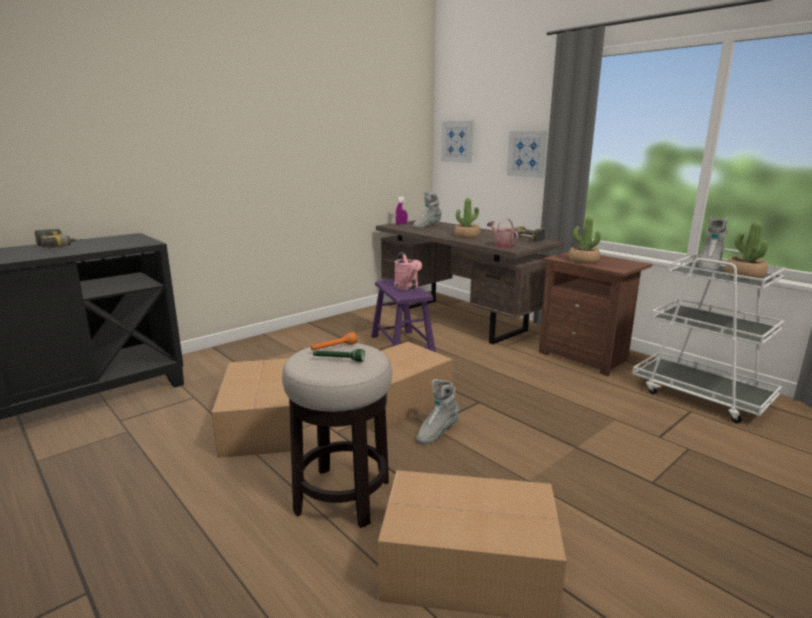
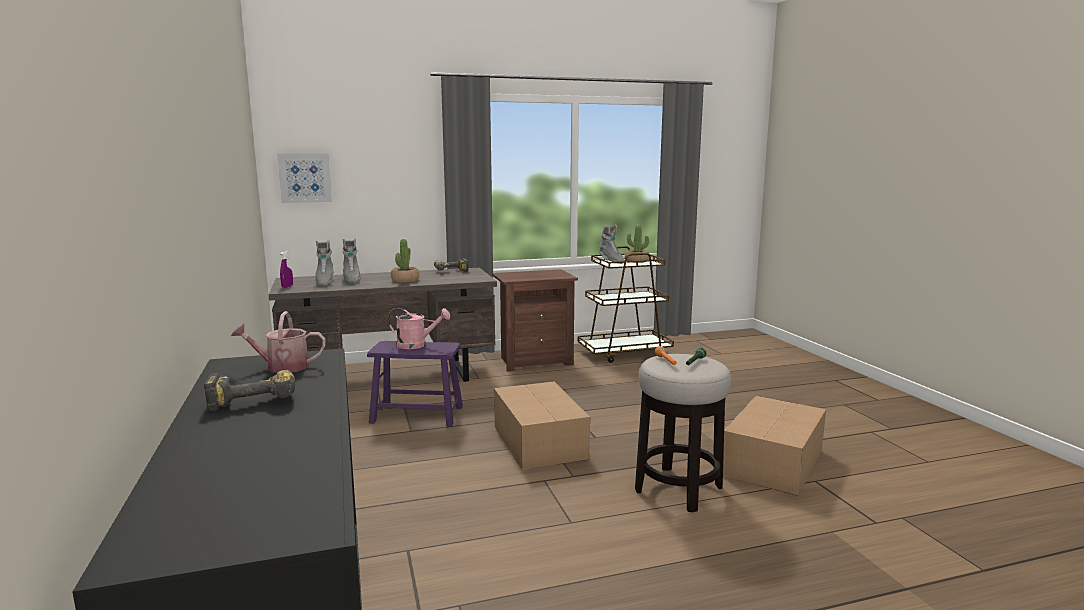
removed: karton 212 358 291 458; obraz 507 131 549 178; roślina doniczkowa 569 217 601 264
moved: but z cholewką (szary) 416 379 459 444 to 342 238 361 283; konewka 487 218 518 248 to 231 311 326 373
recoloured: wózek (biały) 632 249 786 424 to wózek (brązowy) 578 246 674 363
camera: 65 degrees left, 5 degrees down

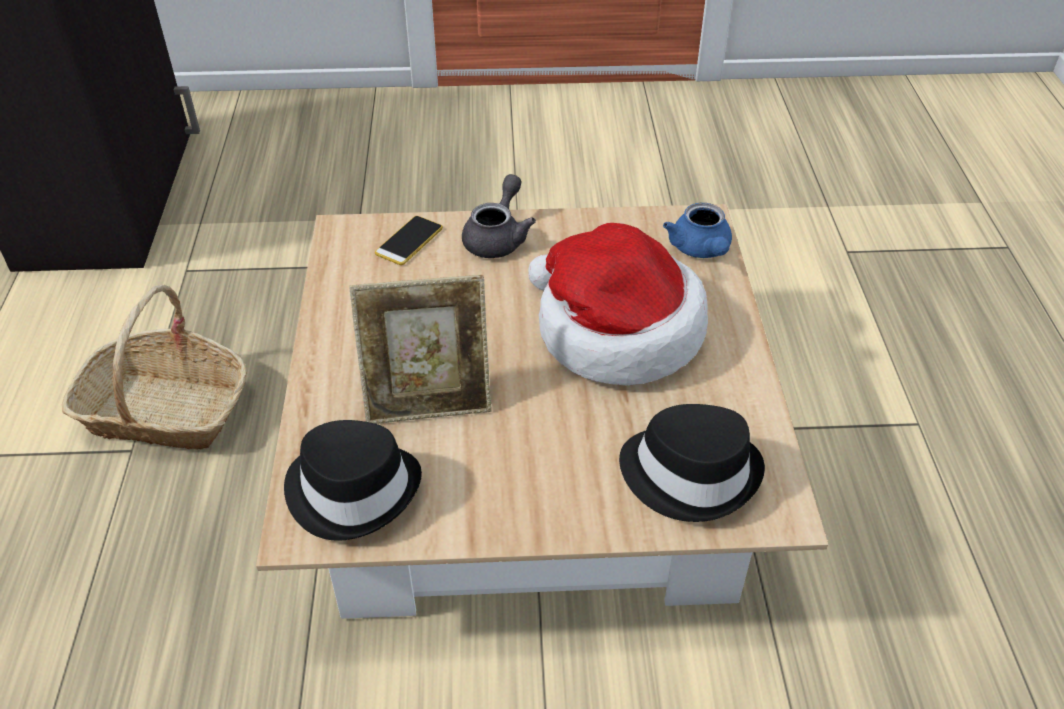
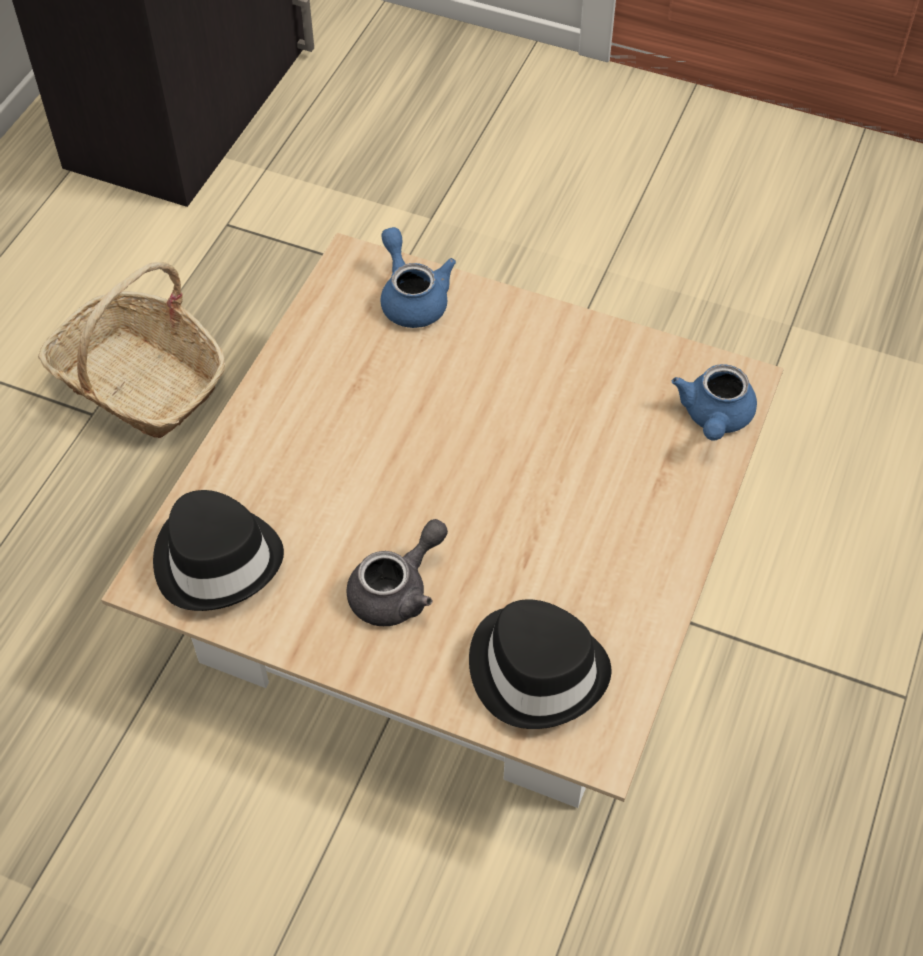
removed: ramka na zdjęcie 349 275 492 424; kapelusz 528 223 708 386
moved: imbryk (szary) 462 174 536 258 to 347 519 448 626
replaced: telefon 375 216 443 265 to imbryk (niebieski) 380 227 456 328
camera: 25 degrees right, 10 degrees up

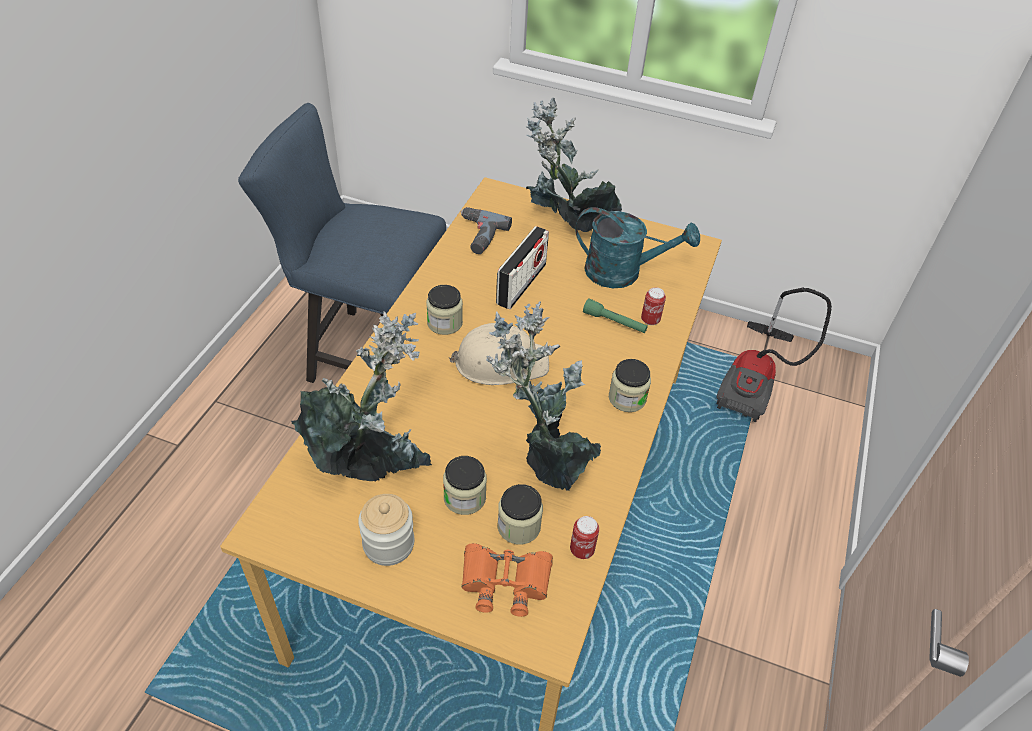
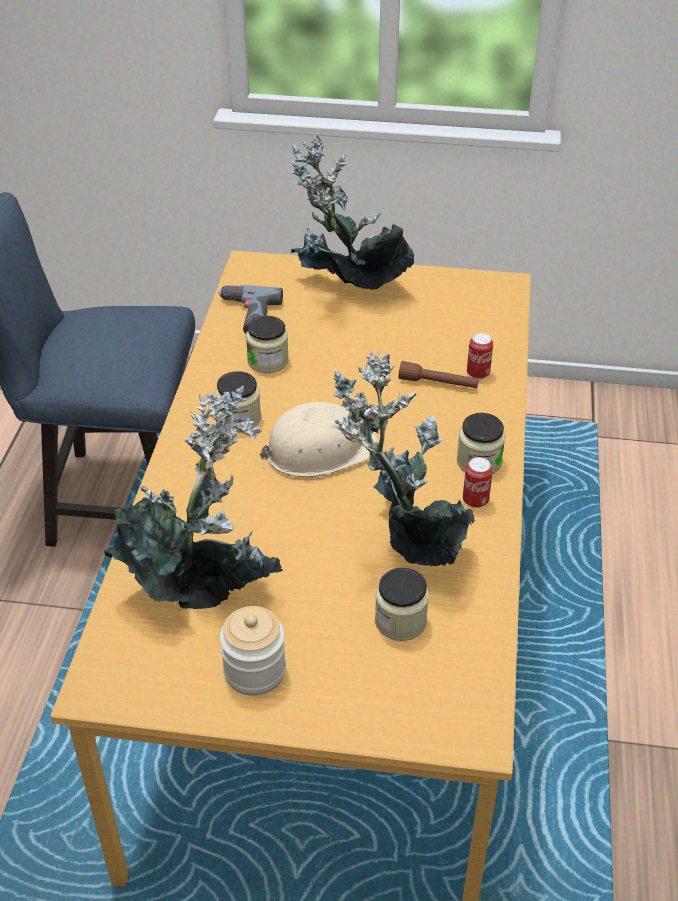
removed: lornetka (pomarańczowy) 462 543 553 617; radio 496 226 549 309; konewka (turkusowy) 575 207 700 288; odkurzacz 717 288 832 422
moved: słoik 443 456 487 515 to 246 316 289 373; puszka 570 516 599 559 to 463 457 493 508
recoloured: latarka (zielony) 583 298 648 333 to latarka (brązowy) 399 361 479 388
camera: 10 degrees left, 5 degrees down

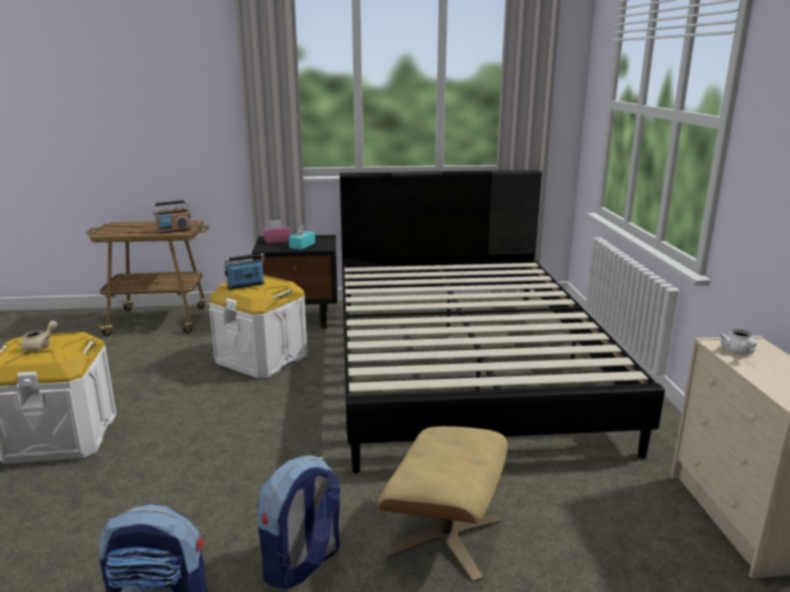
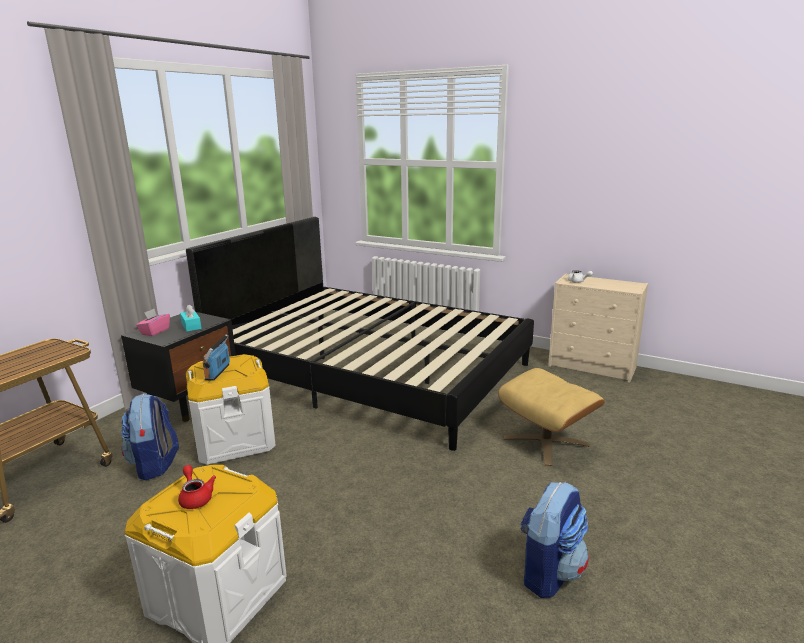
removed: radio 152 200 191 234
moved: plecak 257 455 341 590 to 121 393 179 480
recoloured: imbryk (beżowy) 21 321 58 351 to imbryk (czerwony) 178 465 216 509
camera: 55 degrees left, 0 degrees up

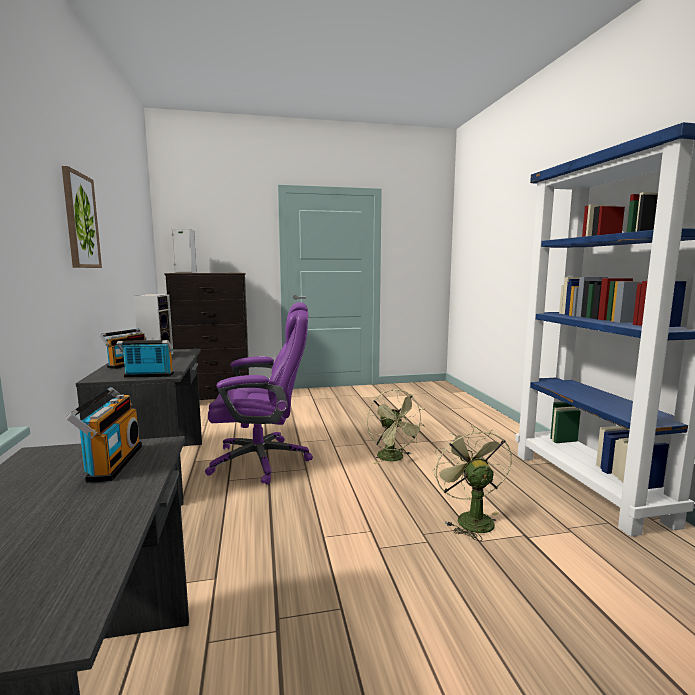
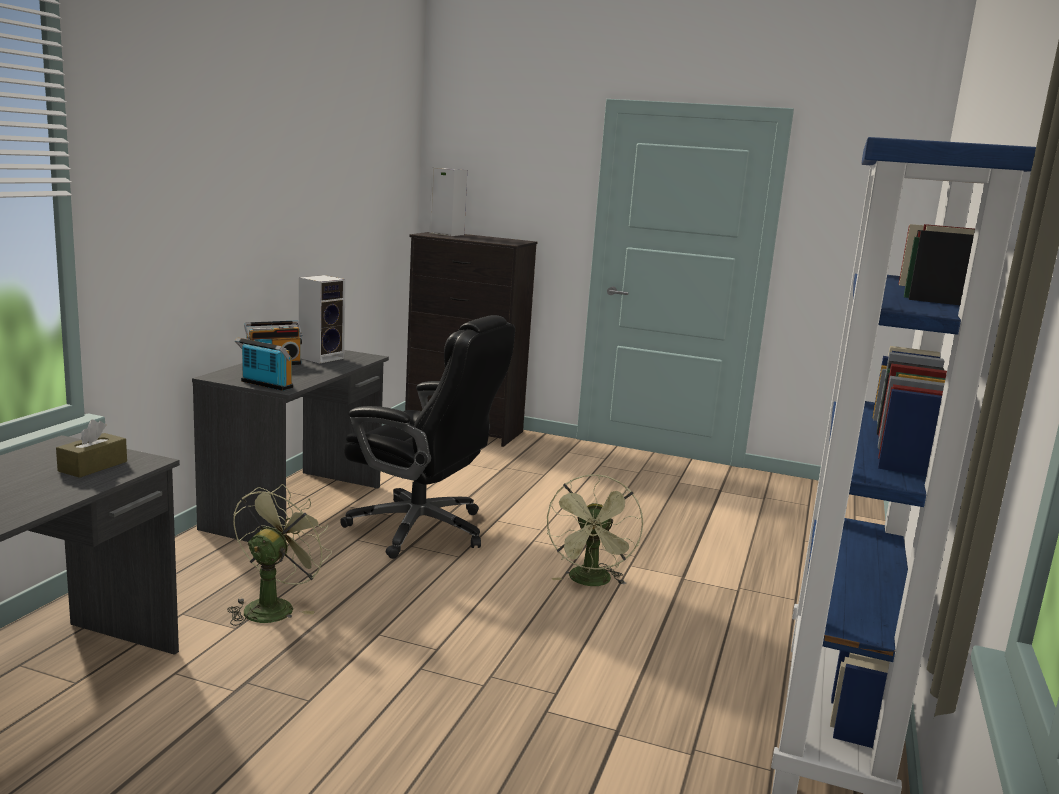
removed: obraz 62 166 102 268
moved: wentylator (zielony) 433 425 512 541 to 227 484 332 626
replaced: radio 66 387 142 483 to pudełko chusteczek (brązowy) 56 420 127 478
recoloured: krzesło biurowe (fioletowy) 205 302 313 484 to krzesło biurowe (czarny) 340 315 515 559
camera: 30 degrees right, 5 degrees up

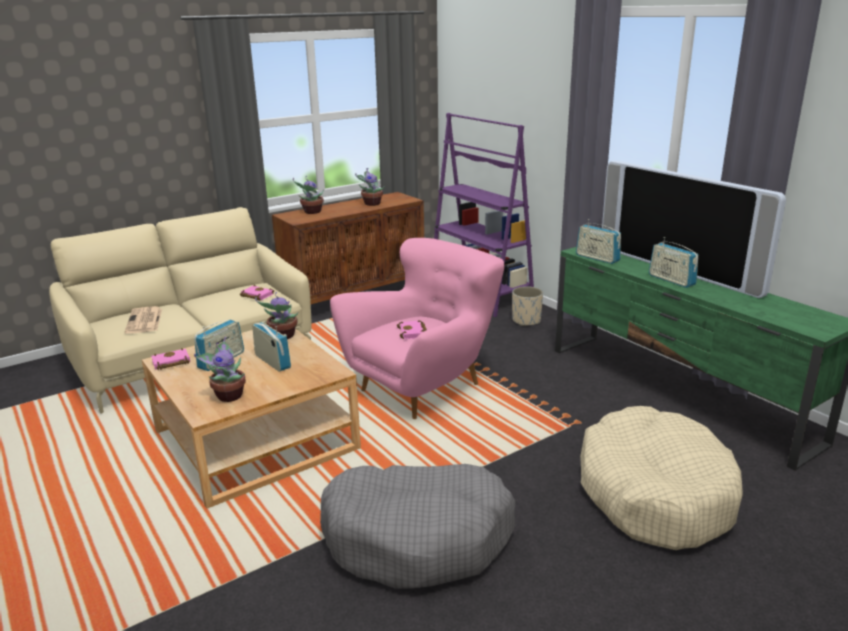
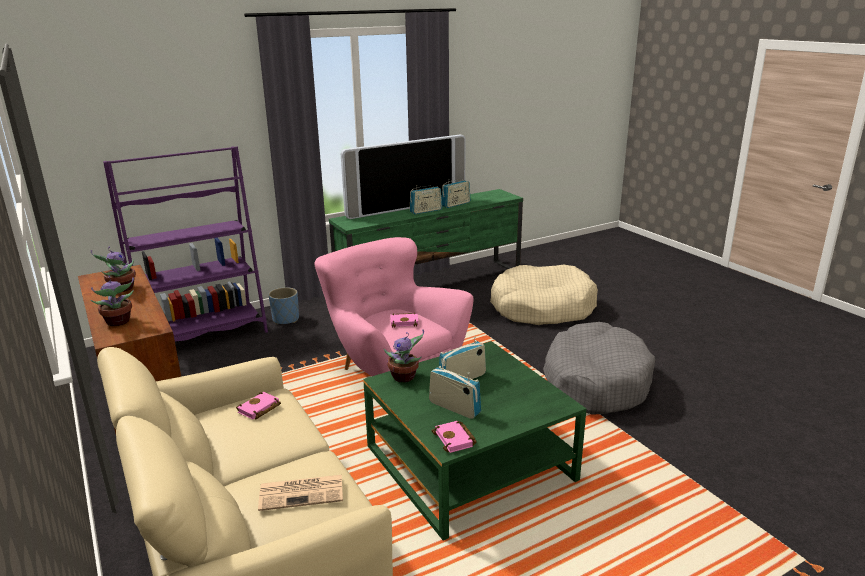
removed: roślina doniczkowa 194 337 246 402
moved: radio 576 219 621 264 to 442 180 470 208
recoloured: ława (beżowy) 142 329 361 509 to ława (zielony) 363 341 586 541; donica (beżowy) 512 286 543 326 to donica (niebieski) 269 287 299 324
camera: 85 degrees left, 0 degrees up

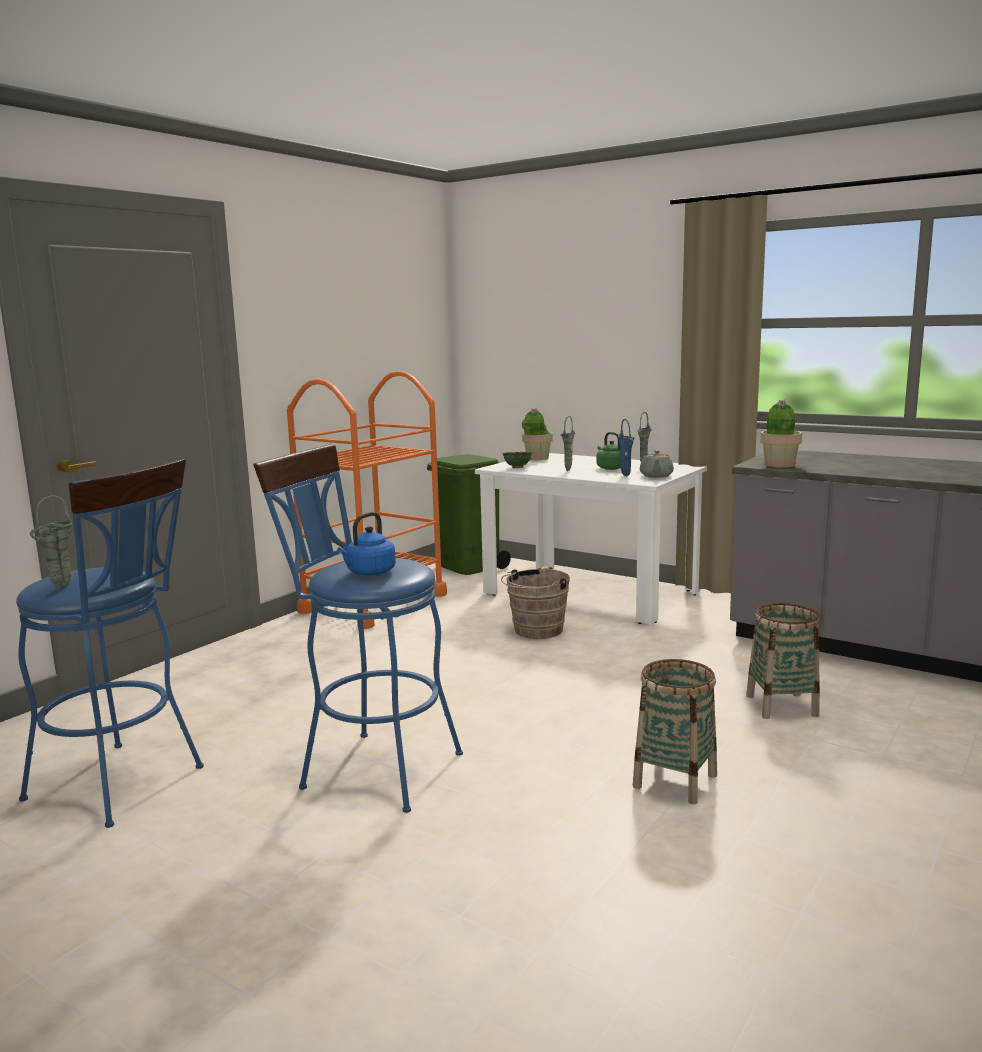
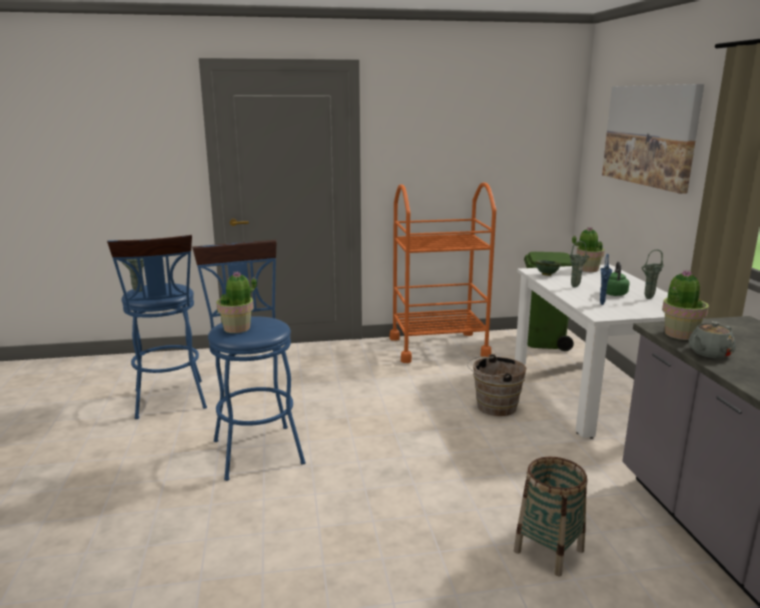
removed: koszyk 633 659 717 804
added: obraz 602 84 704 194
moved: imbryk (szary) 640 450 674 478 to 689 321 736 358
replaced: czajnik (niebieski) 337 512 396 576 to roślina doniczkowa 216 271 257 333
camera: 45 degrees right, 5 degrees up

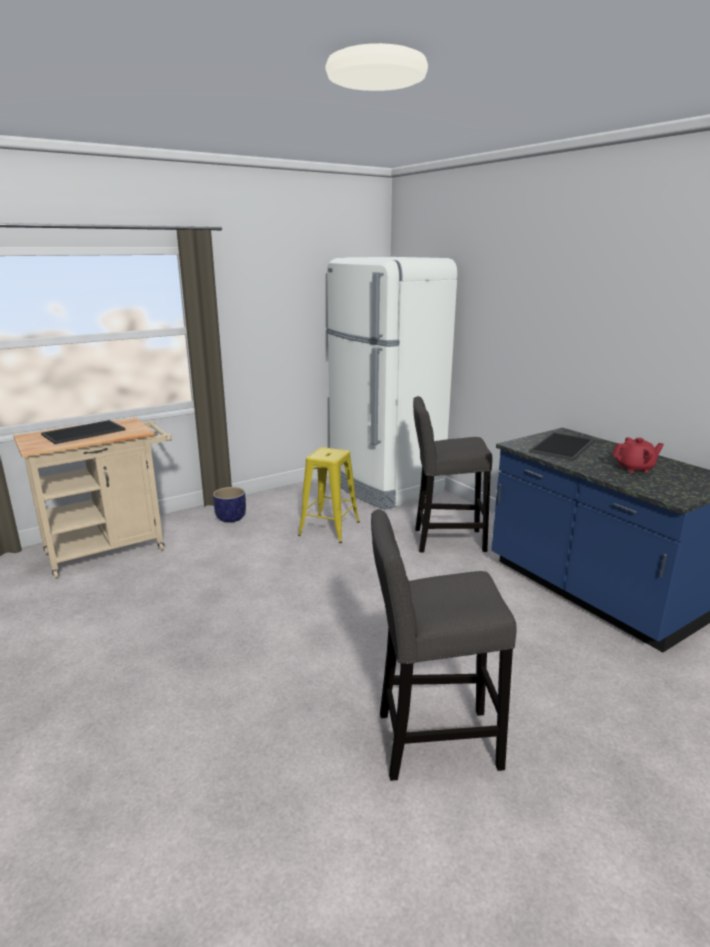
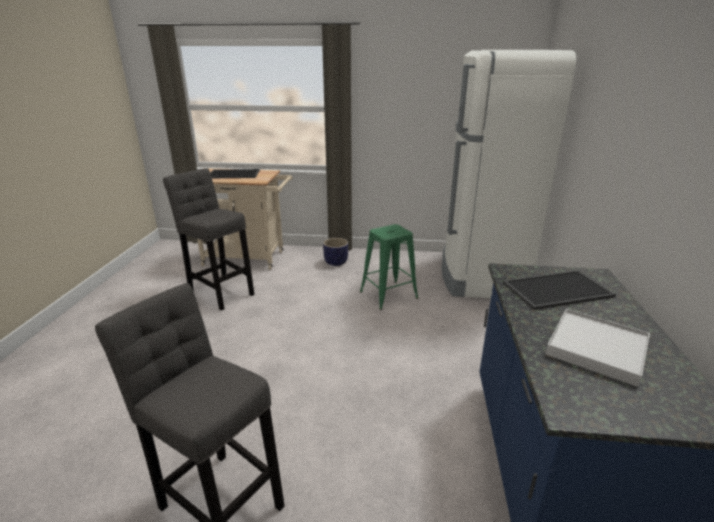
moved: stołek (szary) 413 396 492 553 to 163 168 254 310
replaced: imbryk (czerwony) 612 437 664 473 to taca (biały) 546 309 650 387
recoloured: stołek (żółty) 298 447 360 543 to stołek (zielony) 360 224 418 310
camera: 40 degrees right, 5 degrees up

